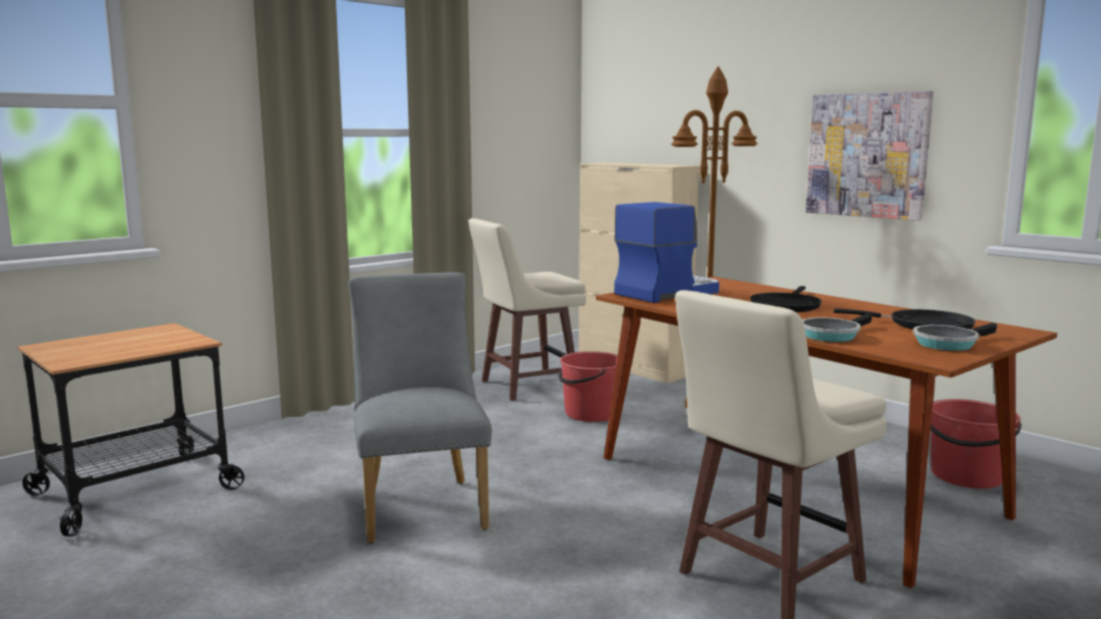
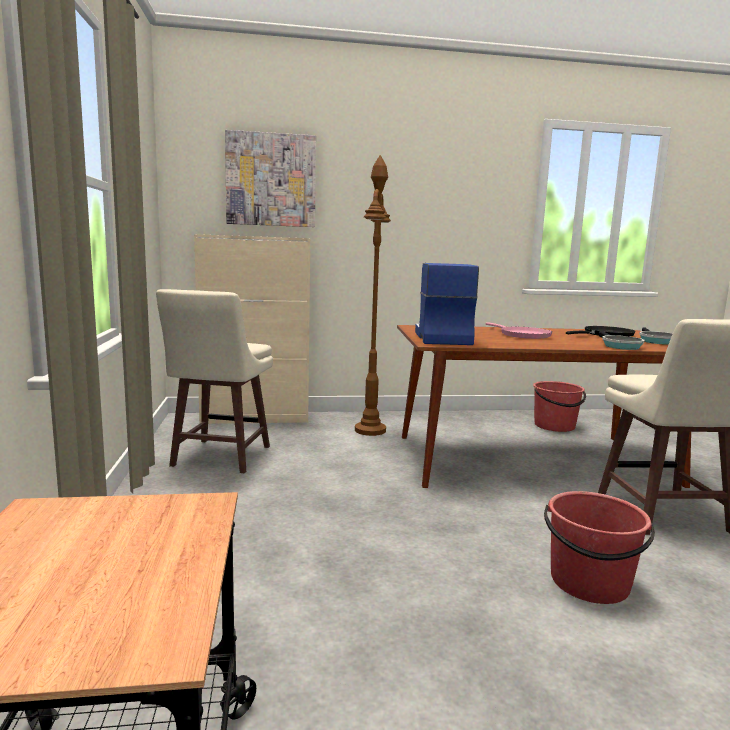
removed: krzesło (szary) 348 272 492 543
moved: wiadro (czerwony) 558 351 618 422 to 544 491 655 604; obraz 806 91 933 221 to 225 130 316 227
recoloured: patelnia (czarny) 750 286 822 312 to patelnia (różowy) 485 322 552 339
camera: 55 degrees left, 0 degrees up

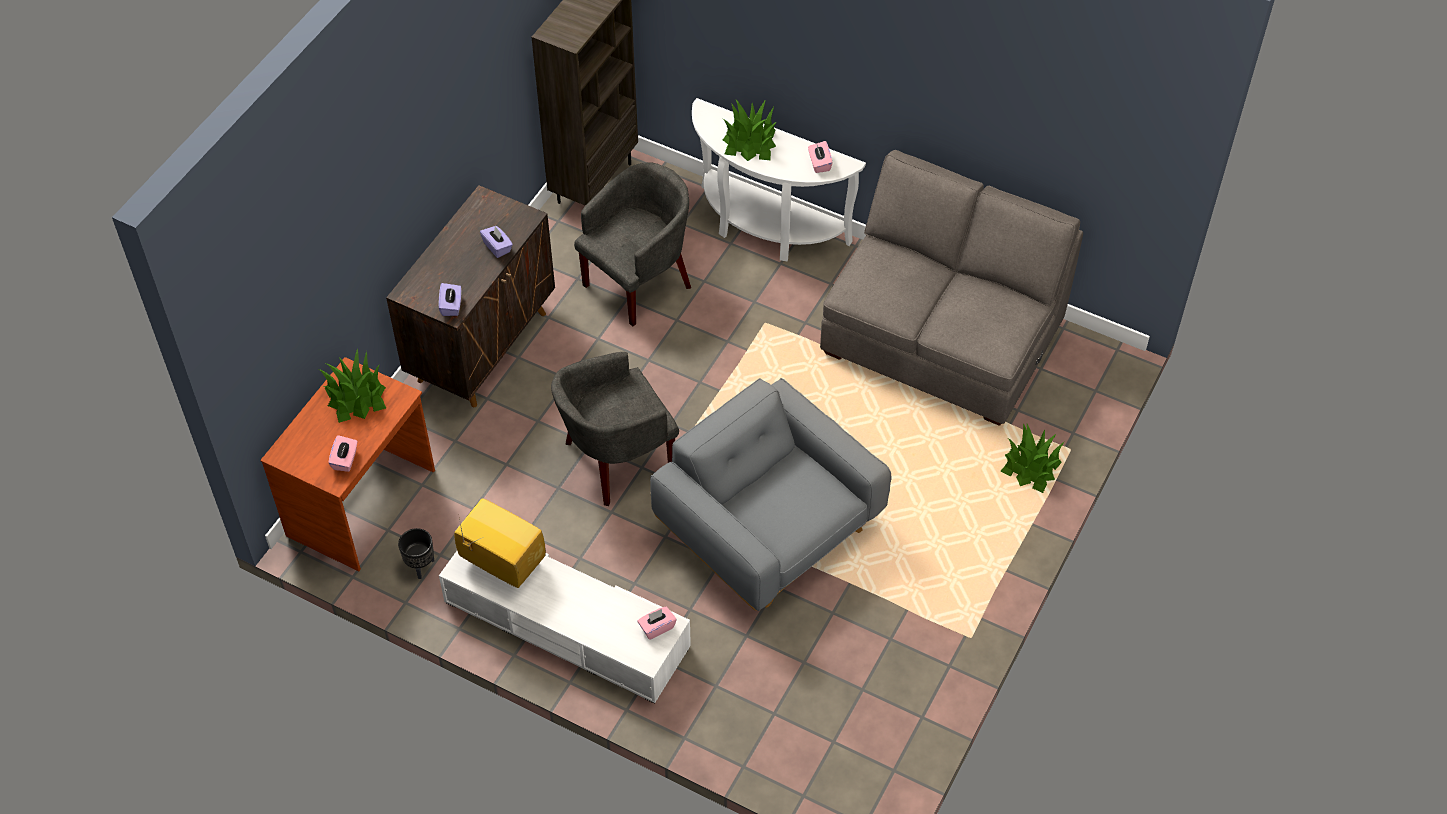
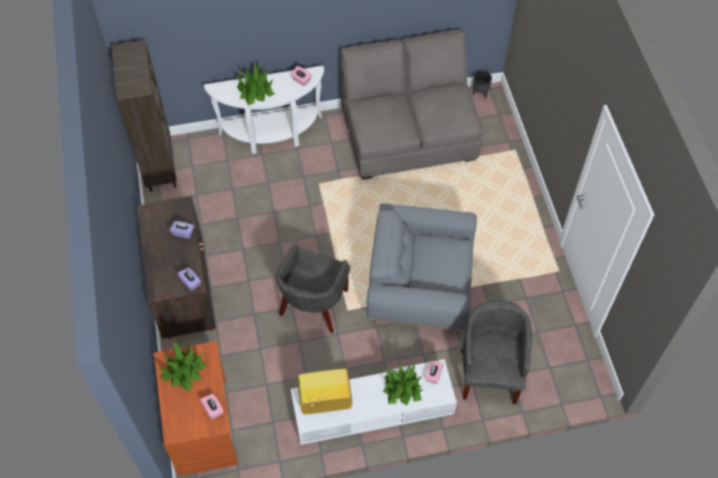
moved: donica (czarny) 398 528 434 579 to 473 71 492 98; fotel (szary) 574 163 691 326 to 460 300 532 404; roślina doniczkowa 1001 423 1065 493 to 383 363 423 405
camera: 40 degrees left, 5 degrees up

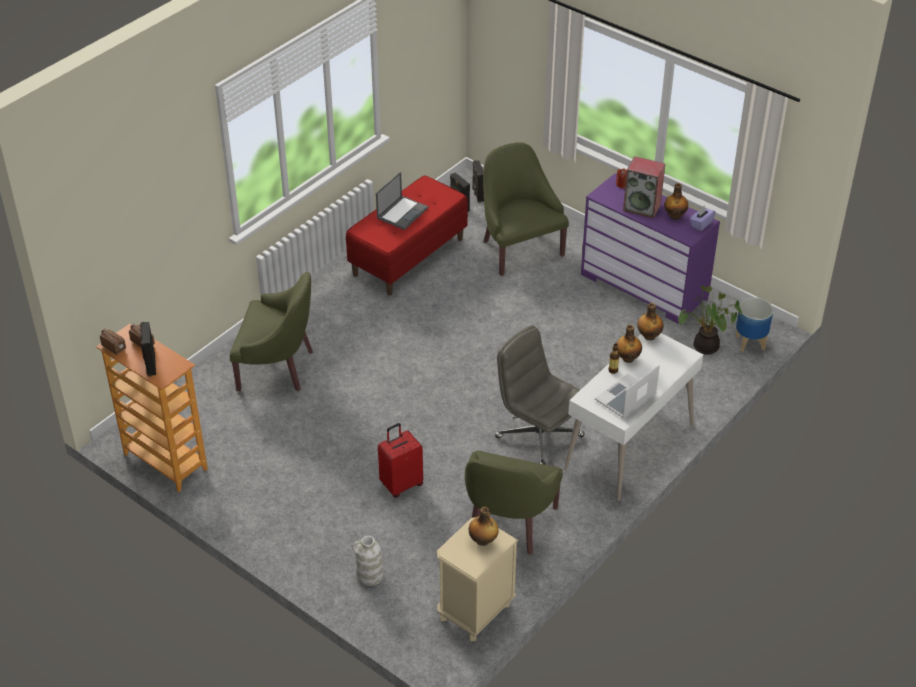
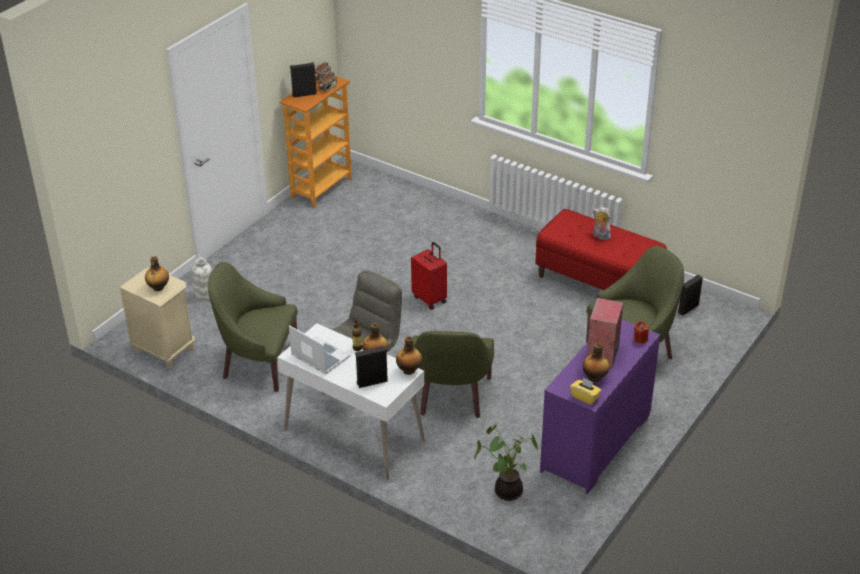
removed: donica 735 297 773 352
moved: fotel (zielony) 230 272 313 391 to 412 331 494 418; walizka (czerwony) 378 423 423 498 to 411 242 447 310; głośnik (czarny) 472 160 484 203 to 355 345 388 388
replaced: laptop 376 172 428 230 to pluszak 592 206 611 240
recoloured: pudełko chusteczek (fioletowy) 690 206 716 231 to pudełko chusteczek (żółty) 570 377 602 405
camera: 85 degrees right, 5 degrees down

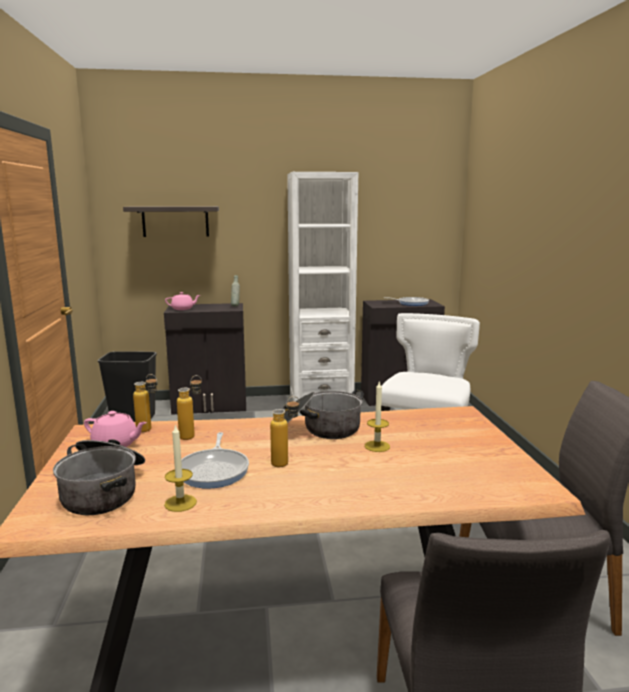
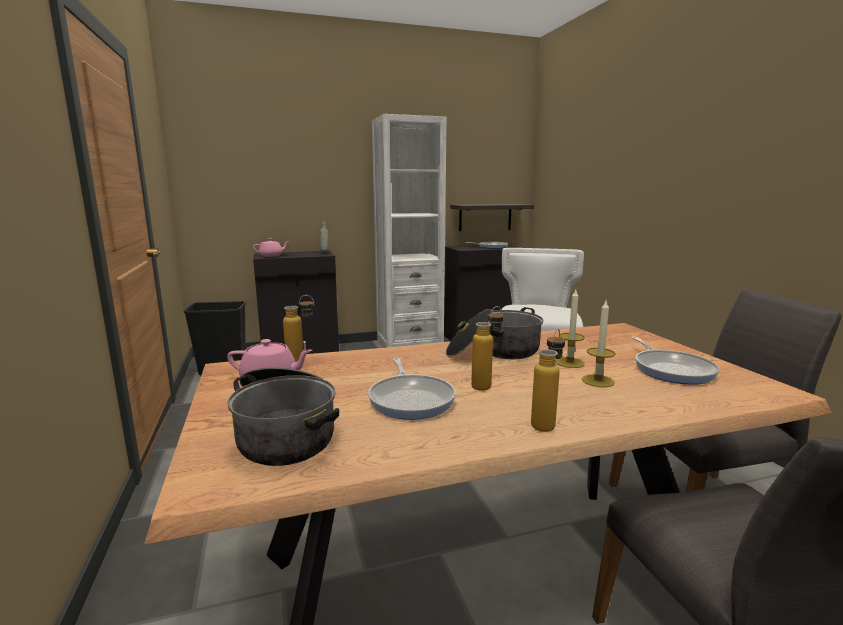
added: patelnia 632 337 720 385
moved: półka 123 206 219 237 to 450 204 534 231; świeca 164 424 197 512 to 582 301 615 387; butelka 177 375 202 440 to 531 329 565 432
camera: 10 degrees left, 0 degrees up

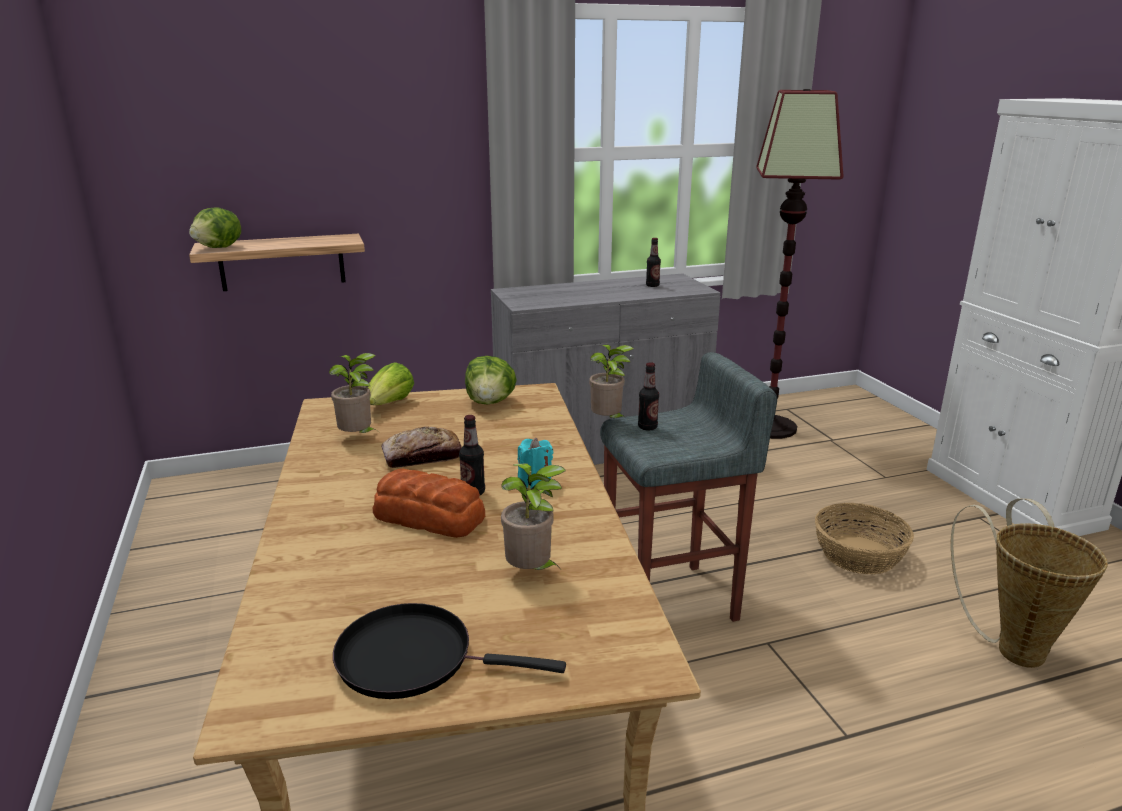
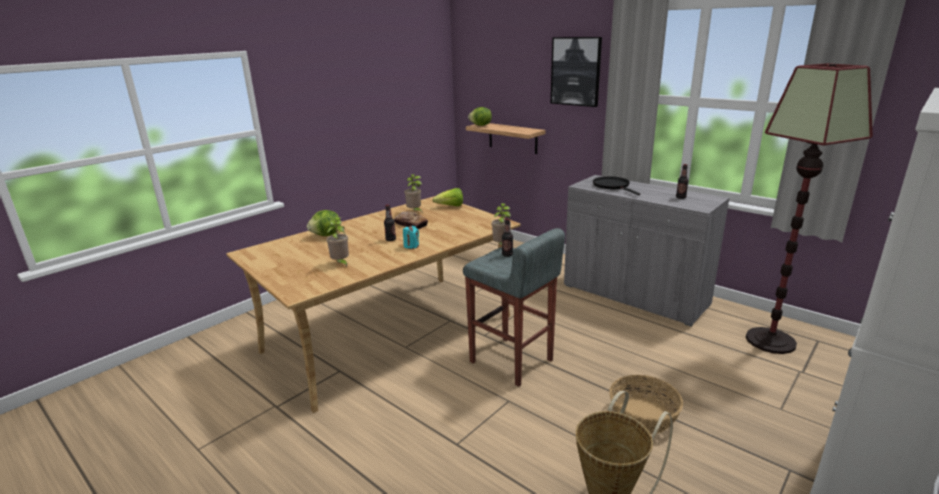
removed: chleb 373 469 485 538
added: obraz 551 37 602 107
moved: patelnia (czarny) 333 603 566 699 to 593 176 640 195; sałata 465 356 517 404 to 307 210 341 236
camera: 60 degrees right, 0 degrees up

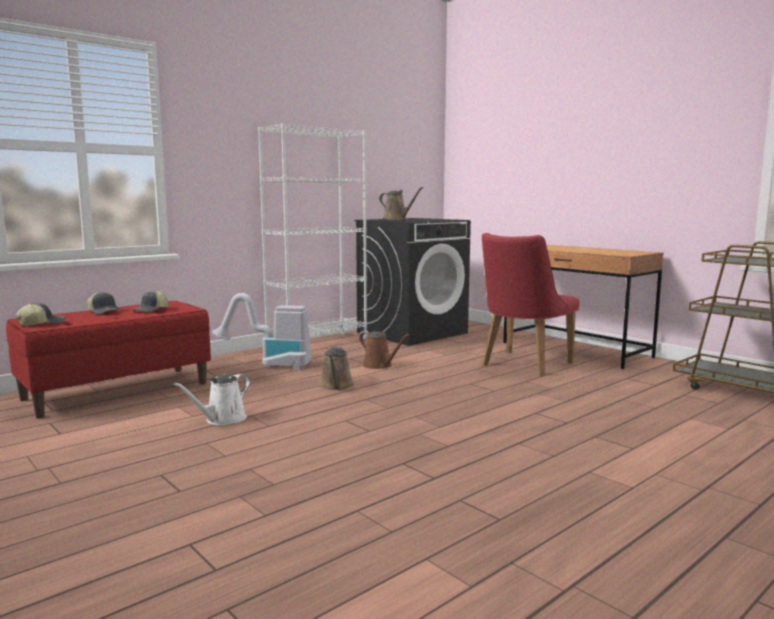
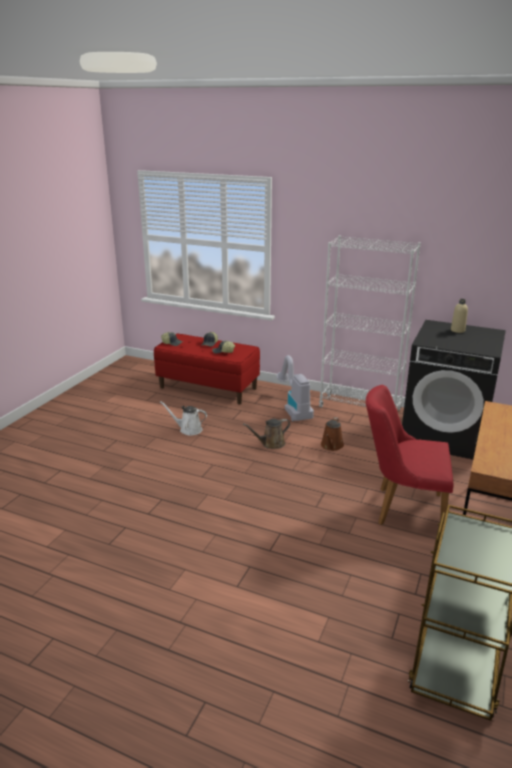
replaced: konewka (brązowy) 379 187 423 220 to butelka (beżowy) 451 299 468 333
camera: 65 degrees right, 15 degrees up

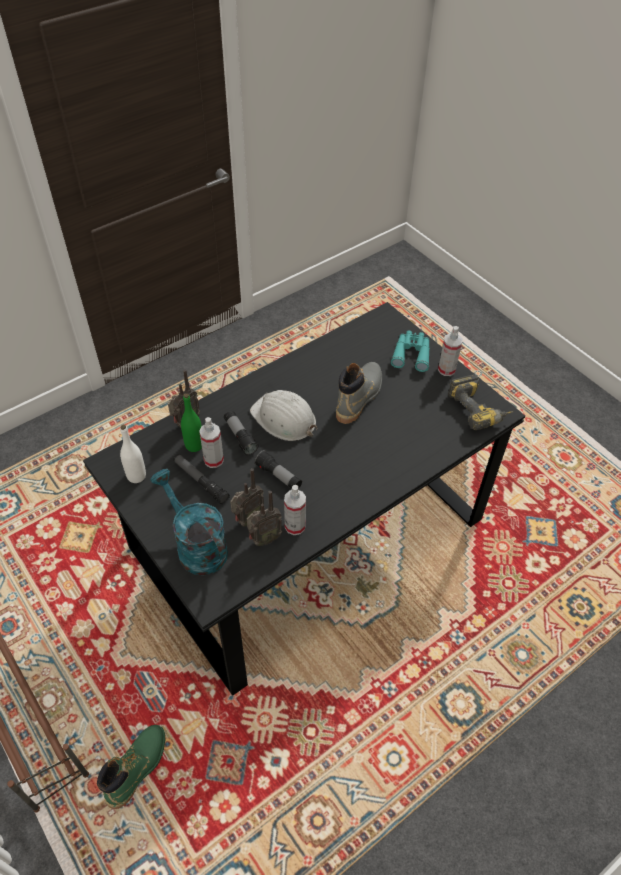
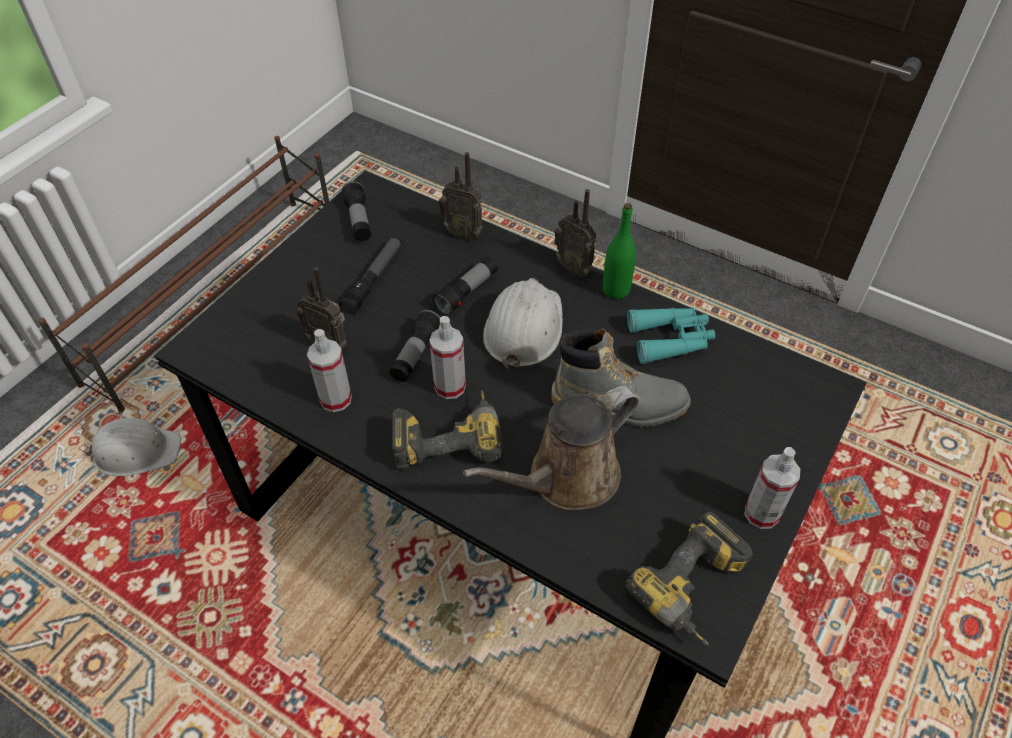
removed: konewka (turkusowy) 150 469 228 575
added: wiertarka 392 390 503 470; konewka (brązowy) 463 386 639 510
moved: butelka (zielony) 181 393 202 452 to 603 203 636 299; spryskiwacz 199 417 224 468 to 429 316 466 399; radio 247 491 282 546 to 554 189 596 277; lornetka (turkusowy) 391 331 430 372 to 627 308 715 364
replaced: but z cholewką (zielony) 97 725 165 809 to kask (biały) 83 418 181 477; butelka (biały) 120 425 146 483 to latarka 341 181 371 242
camera: 70 degrees right, 0 degrees up

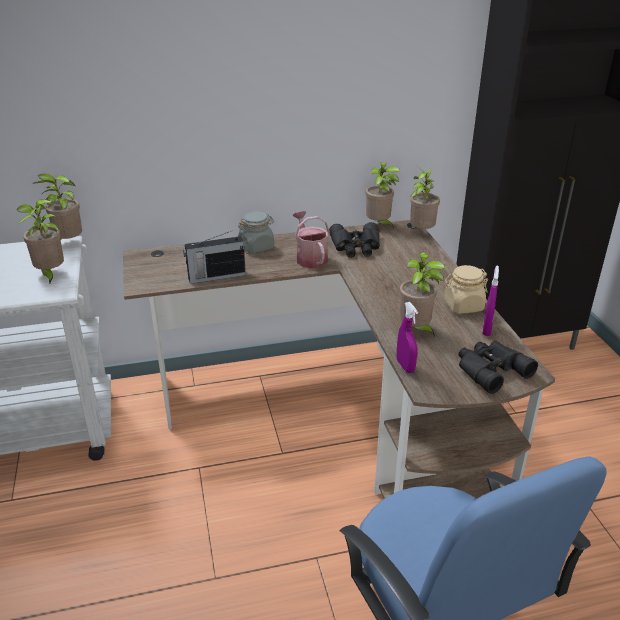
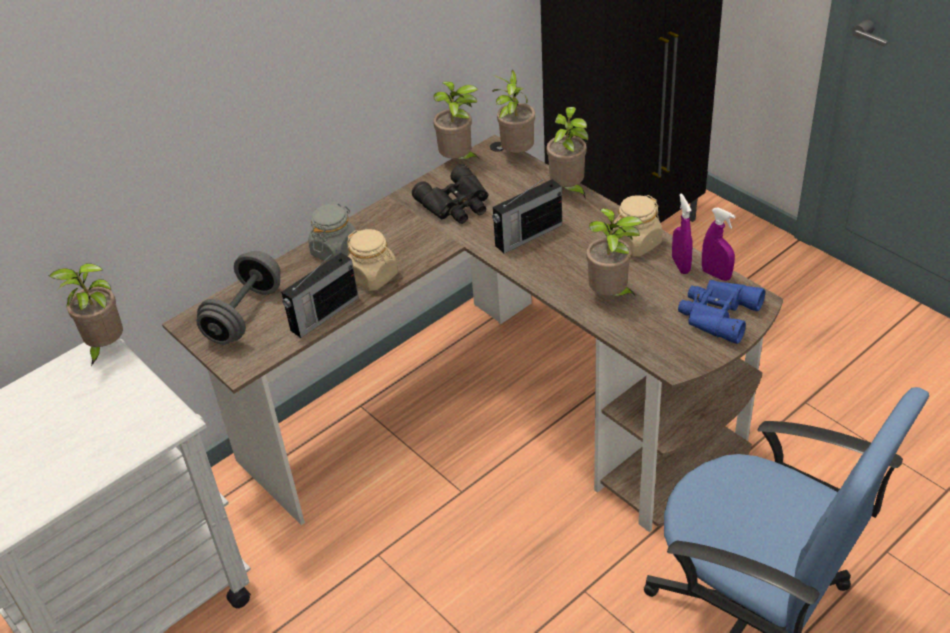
removed: konewka 293 211 330 268
added: hantel (szary) 196 251 281 344; słoik (beżowy) 347 229 398 291; radio 492 175 562 253
moved: roślina doniczkowa 17 199 64 284 to 547 107 589 200; spryskiwacz (fioletowy) 397 302 418 373 to 702 207 736 281
recoloured: lornetka (czarny) 458 341 538 394 to lornetka (niebieski) 678 280 765 344
camera: 25 degrees left, 10 degrees up

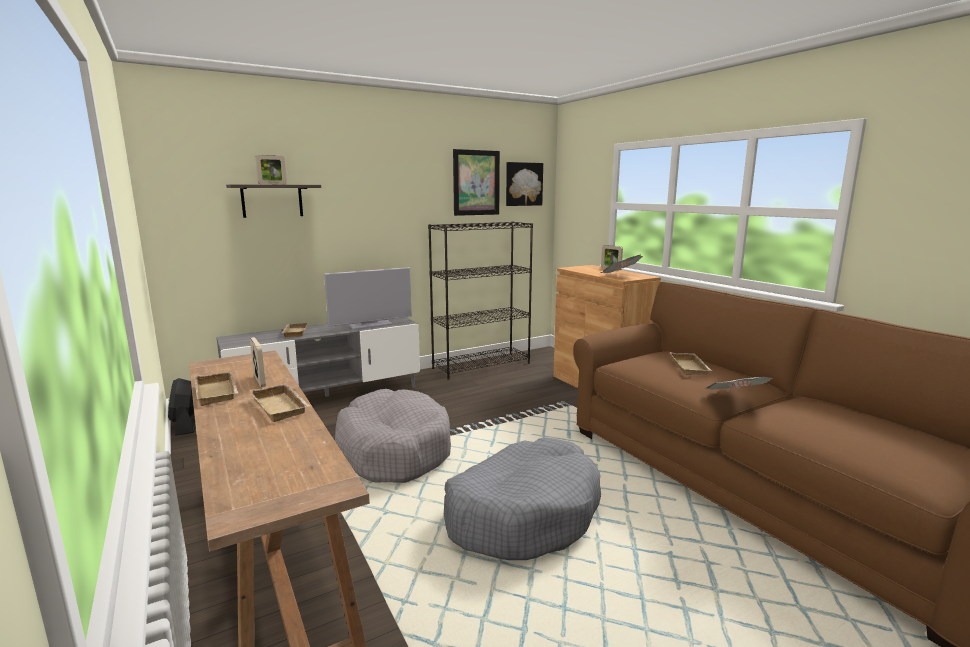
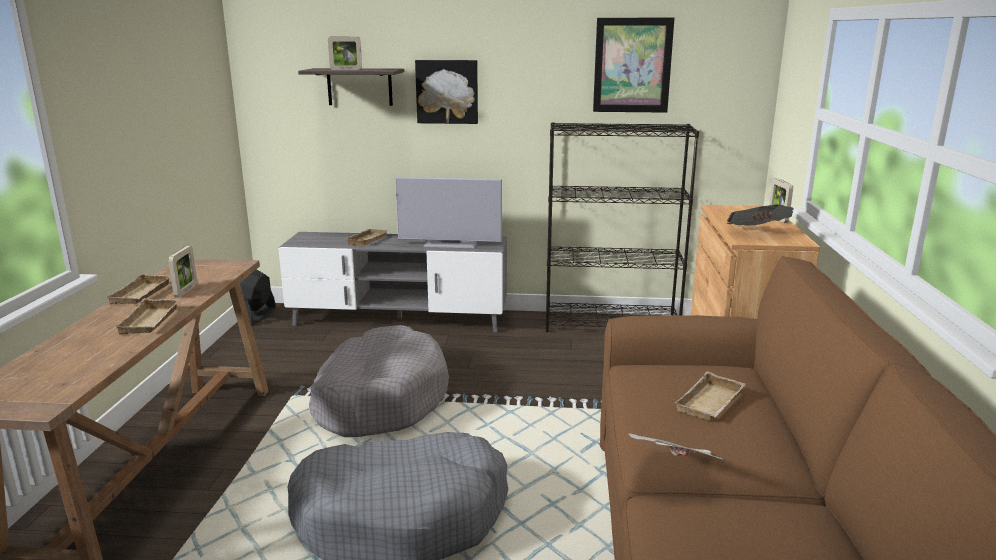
moved: obraz 506 162 543 206 to 415 60 478 124
camera: 35 degrees right, 5 degrees up

